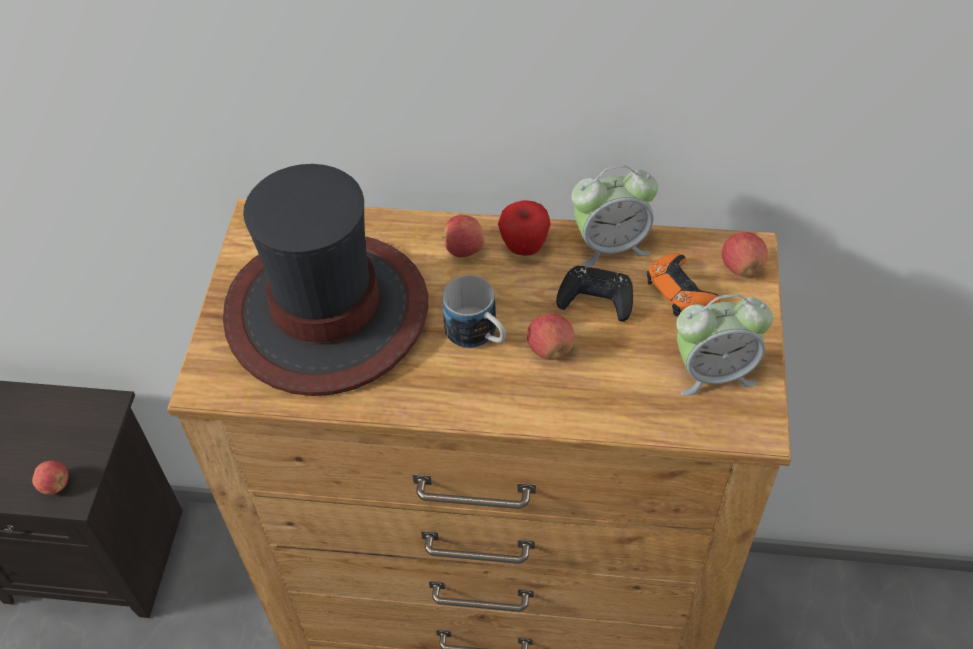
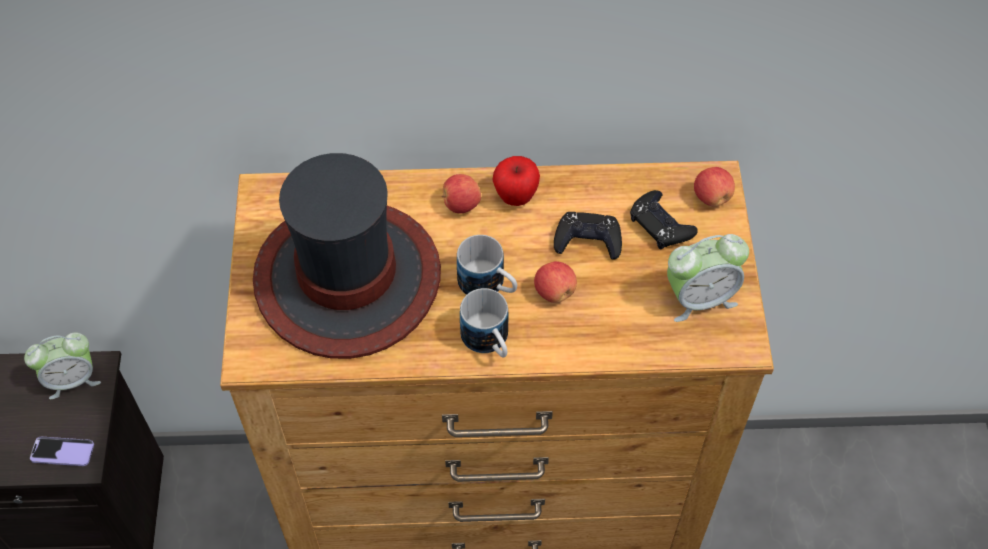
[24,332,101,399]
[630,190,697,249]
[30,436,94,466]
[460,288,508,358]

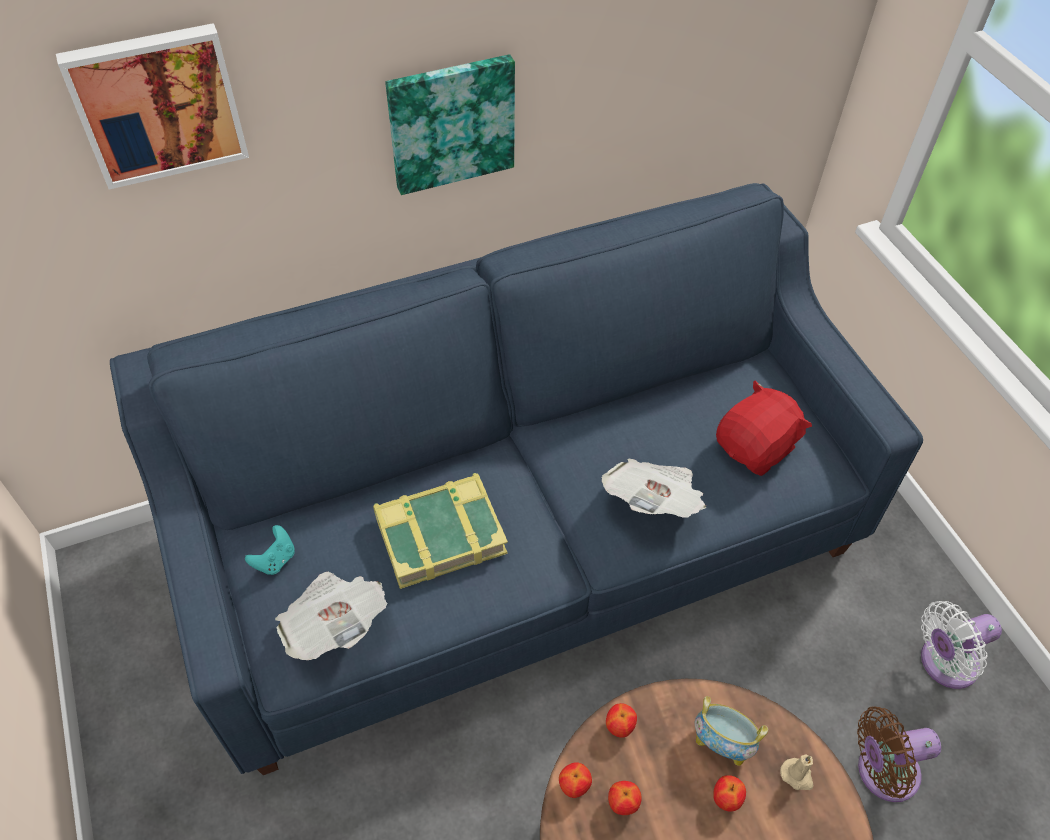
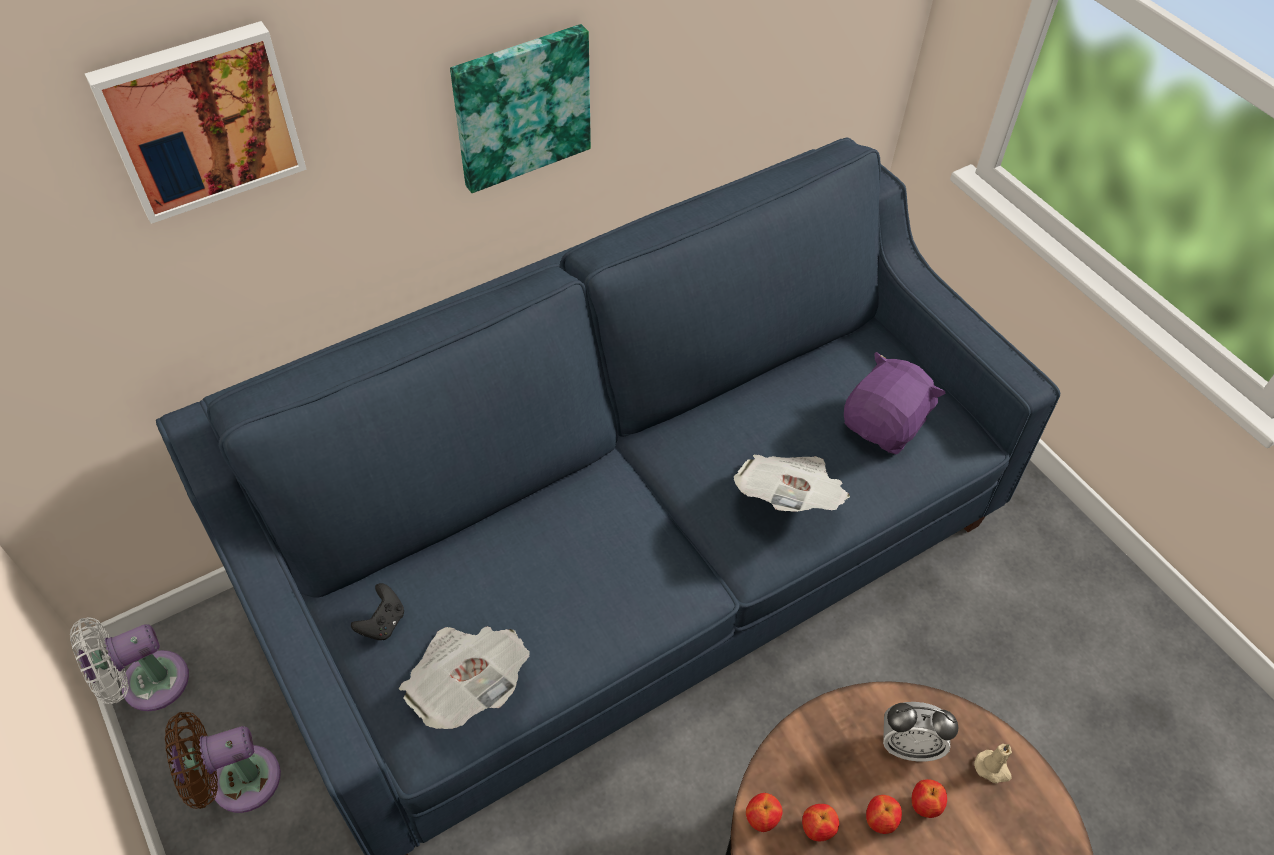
[844,352,946,454]
[373,473,508,589] (first image)
[351,583,404,640]
[70,617,189,711]
[883,702,958,762]
[866,795,902,834]
[165,712,281,813]

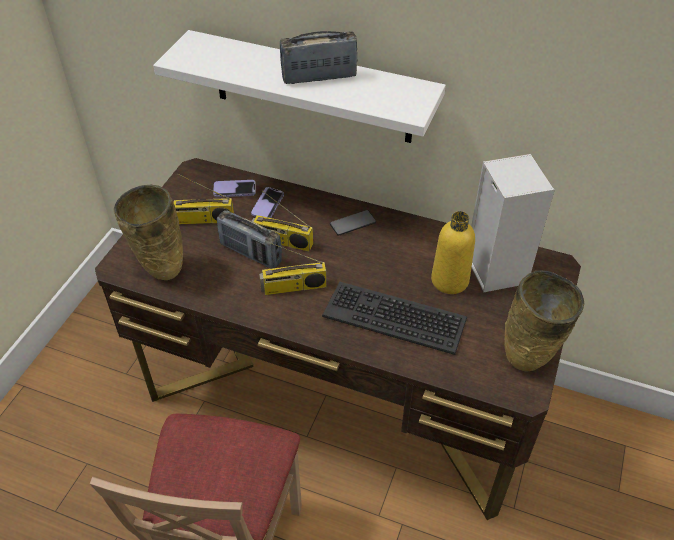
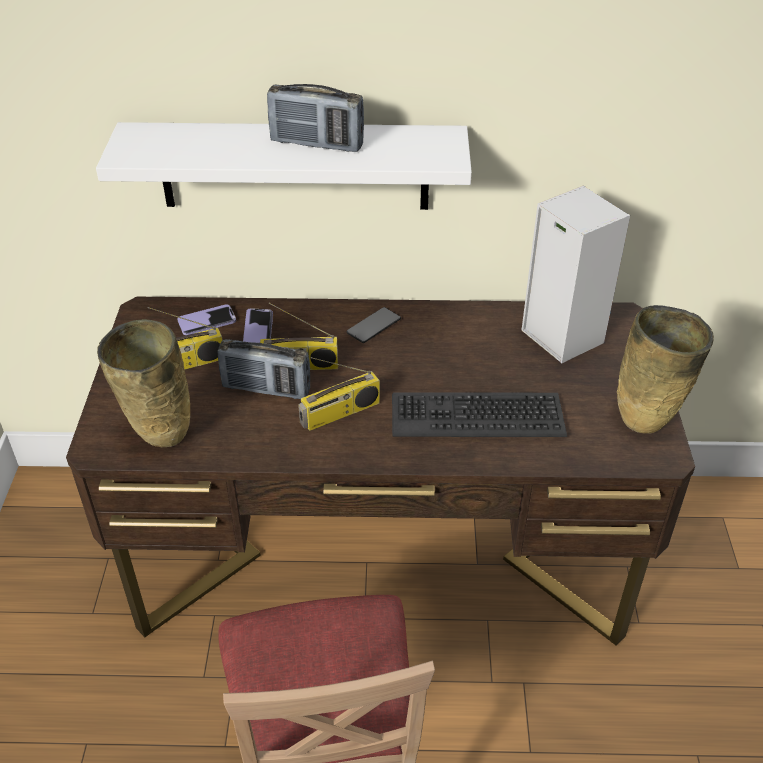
[267,84,364,152]
[431,211,475,294] (first image)

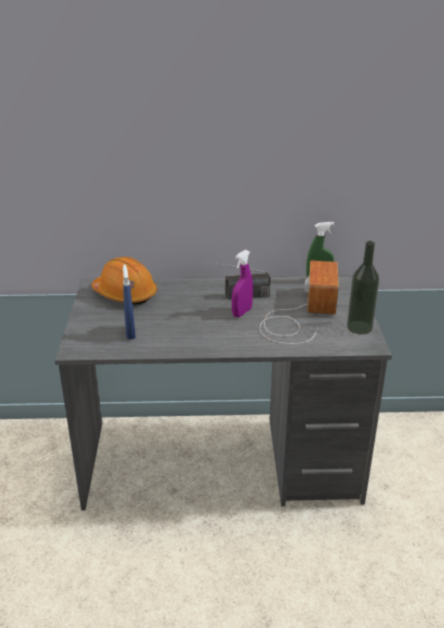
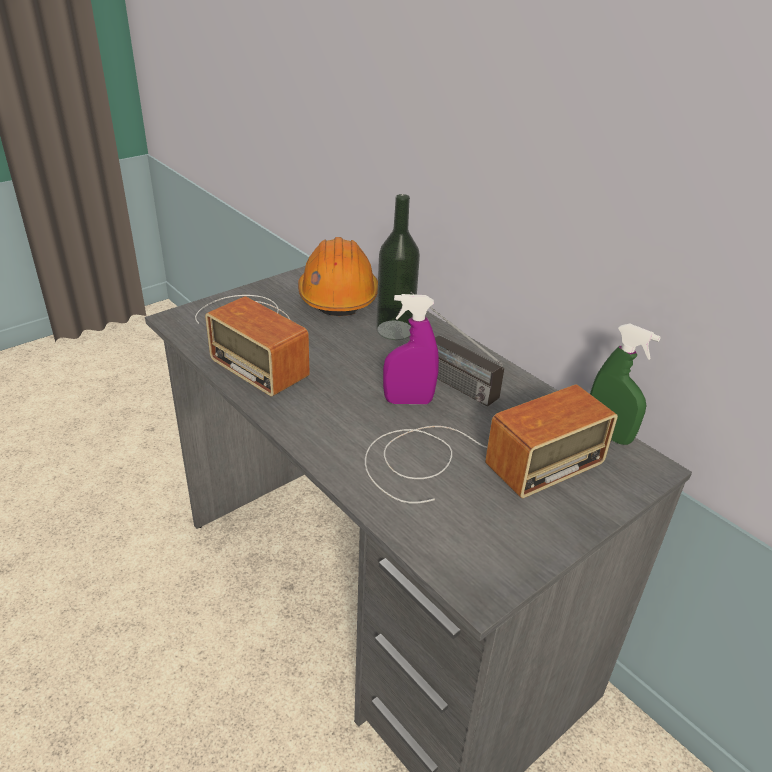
[376,194,420,340]
[195,295,310,396]

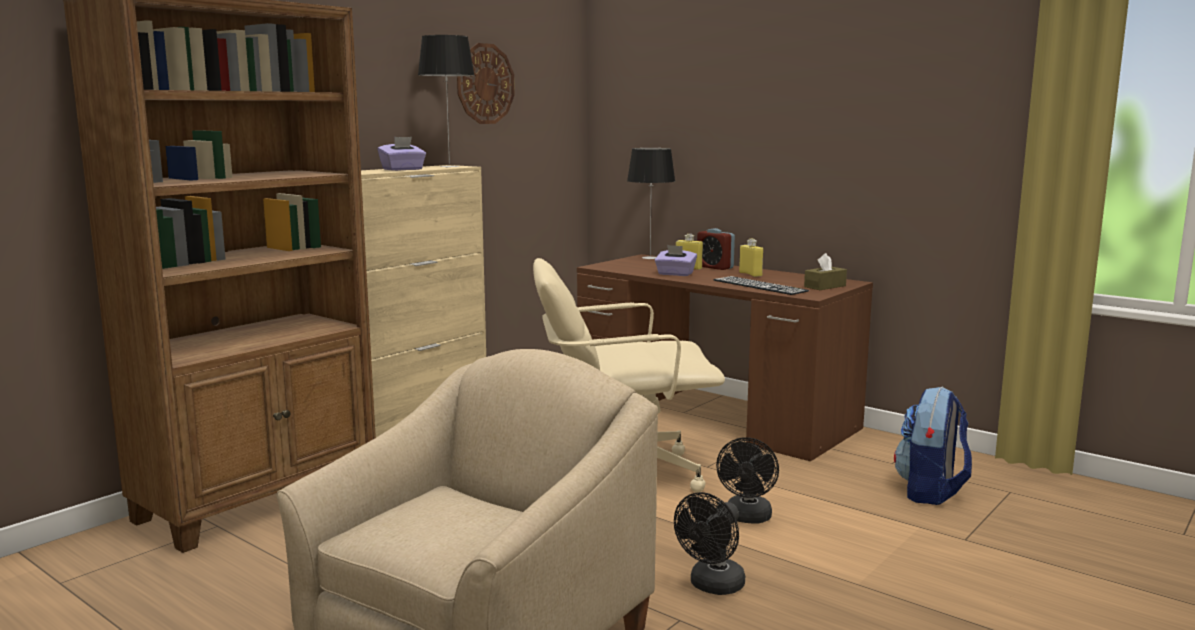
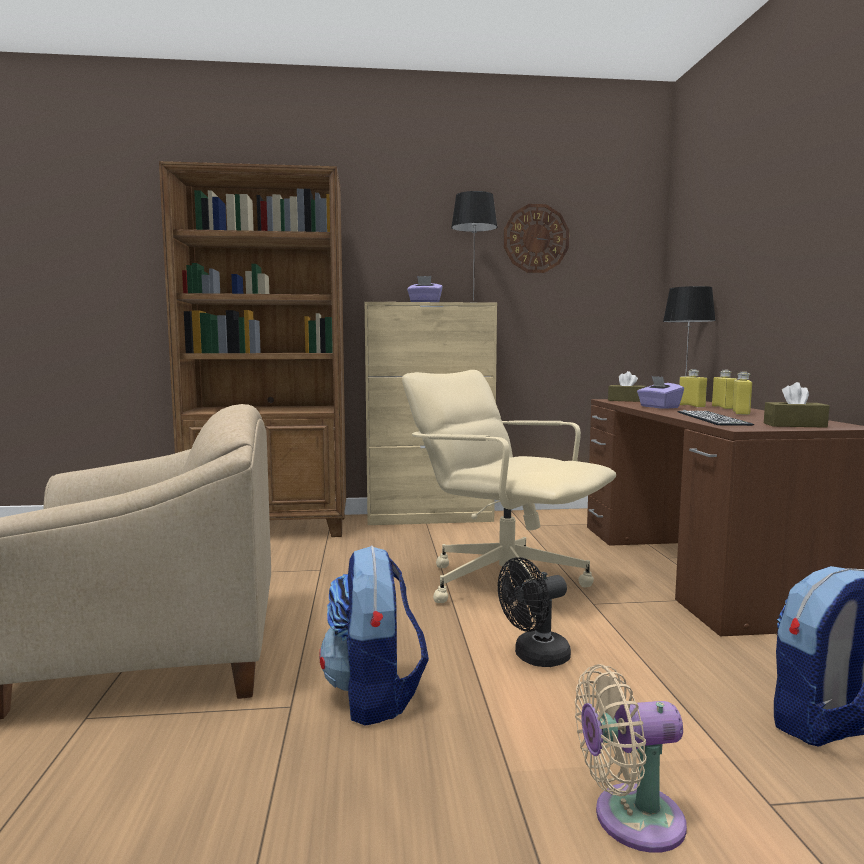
[712,370,737,409]
[319,546,429,726]
[608,371,646,402]
[575,664,687,853]

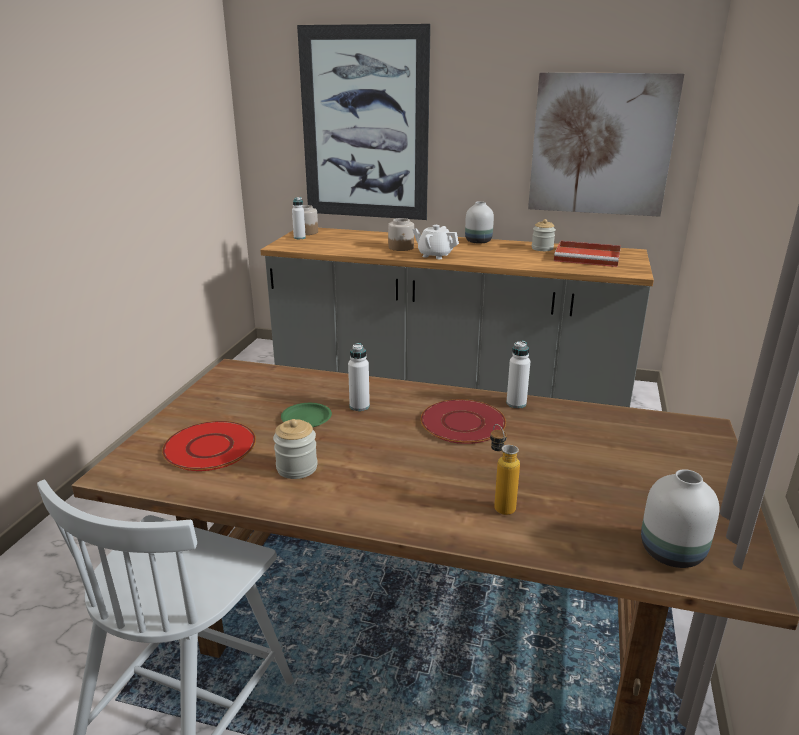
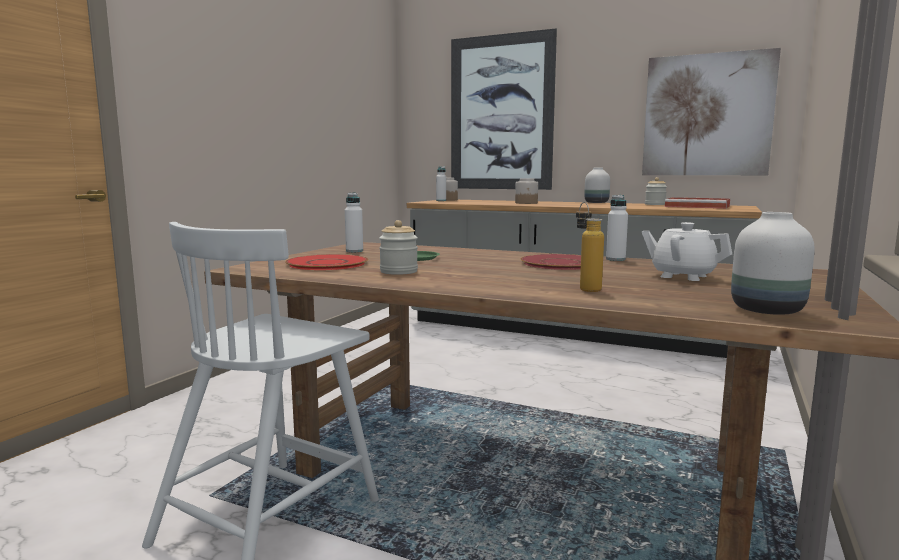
[642,222,732,281]
[345,193,363,252]

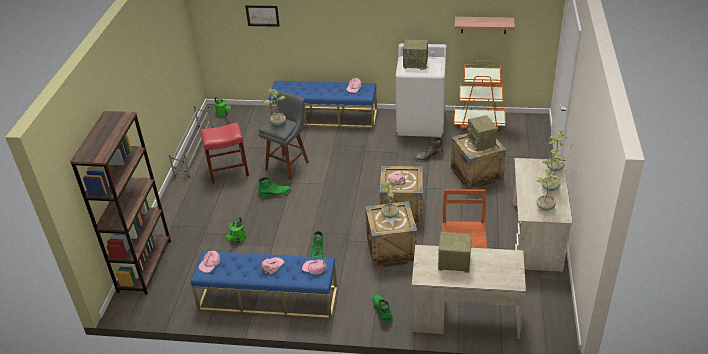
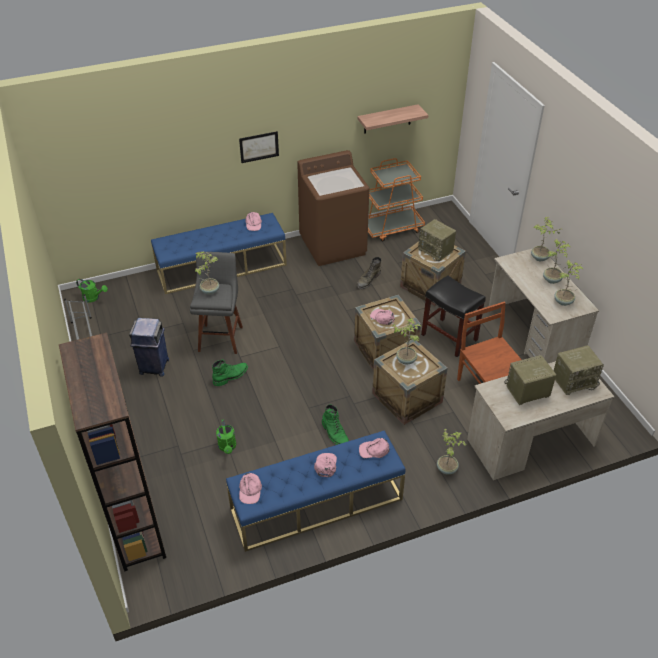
[239,131,279,163]
[553,345,604,395]
[297,150,369,266]
[129,318,169,377]
[437,429,467,475]
[421,275,486,357]

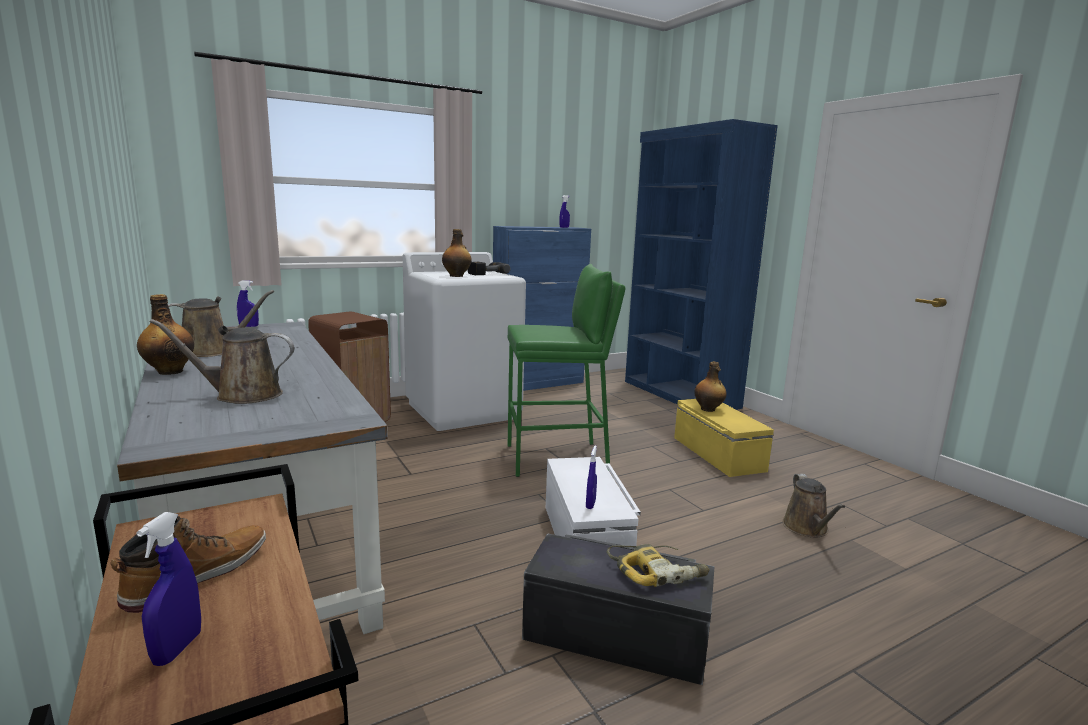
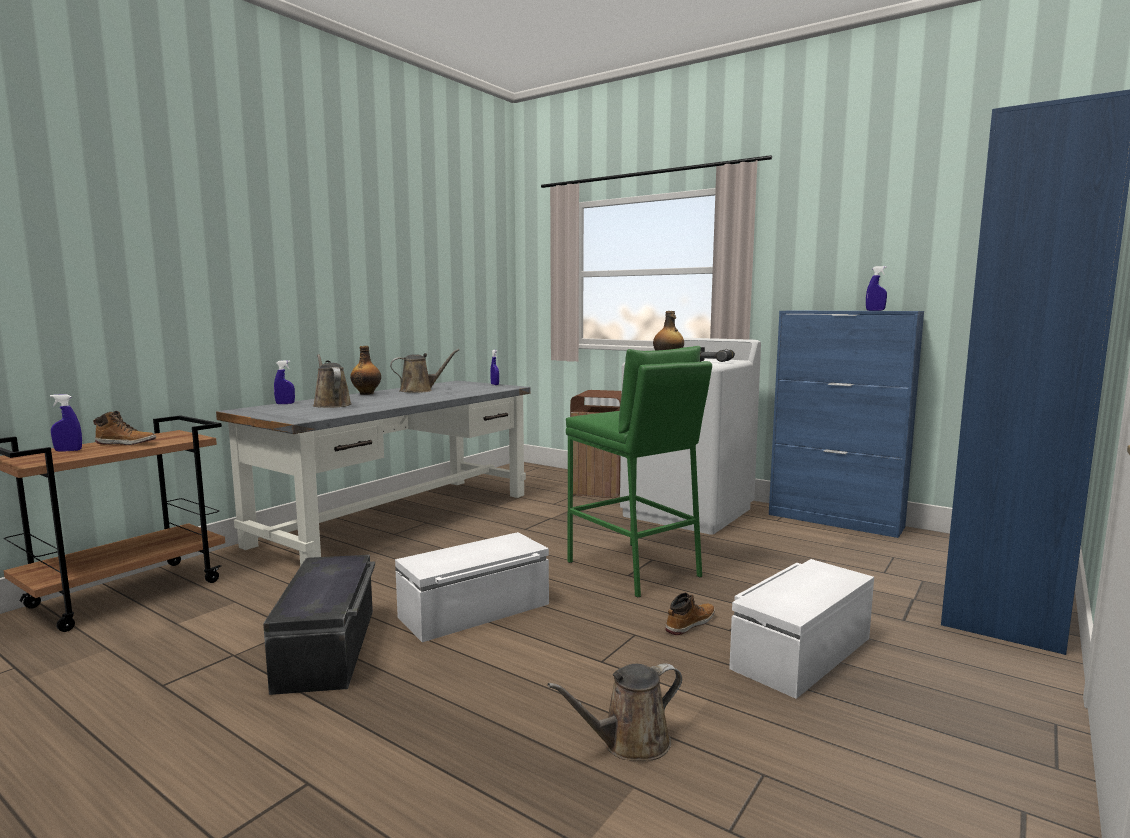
[390,349,459,393]
[694,362,727,412] (first image)
[729,559,874,699]
[274,360,295,404]
[607,544,710,587] (first image)
[665,593,715,635]

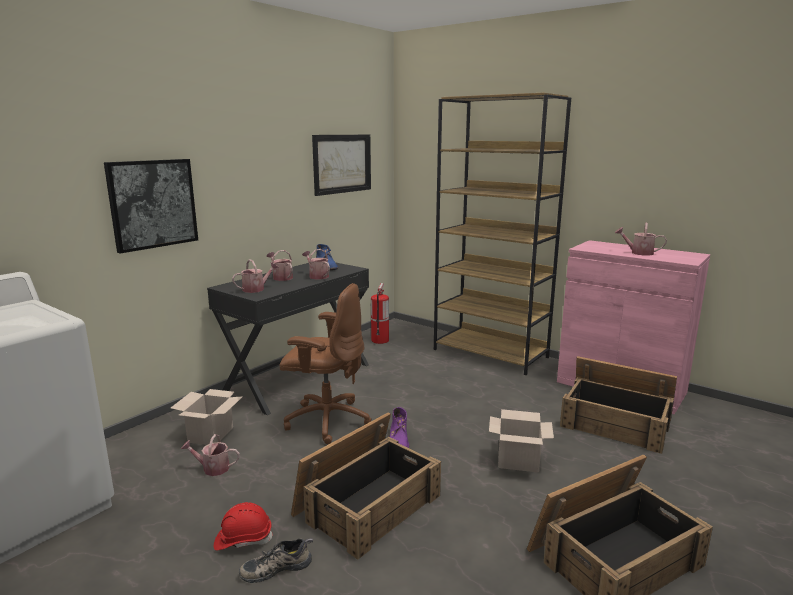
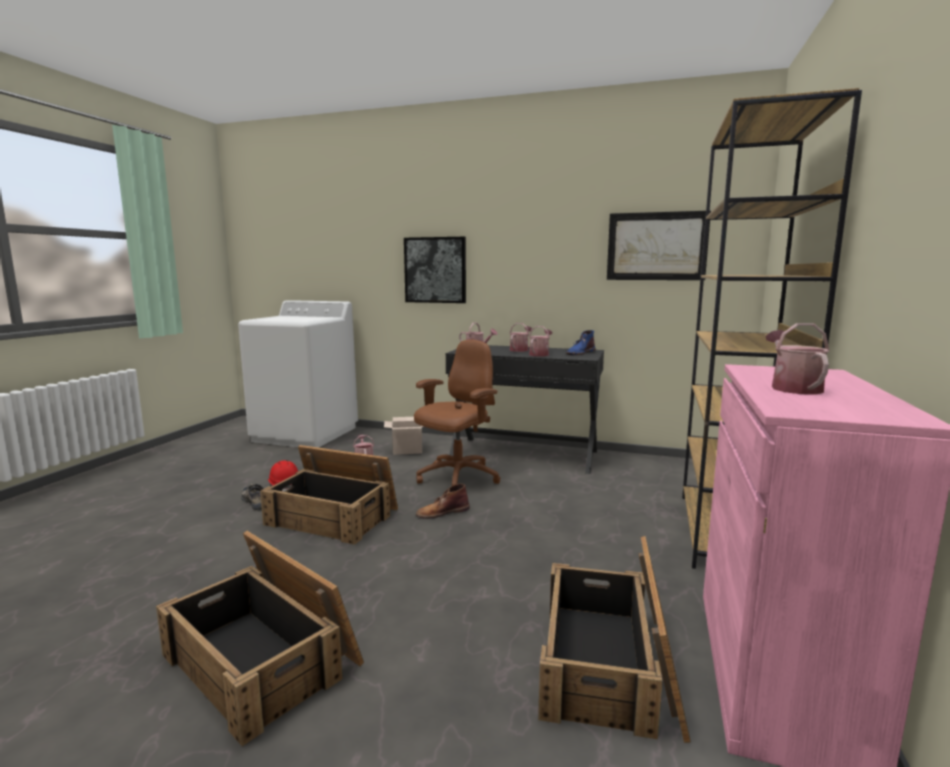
[414,340,501,486]
[371,283,389,344] (first image)
[416,484,469,519]
[489,409,554,473] (first image)

